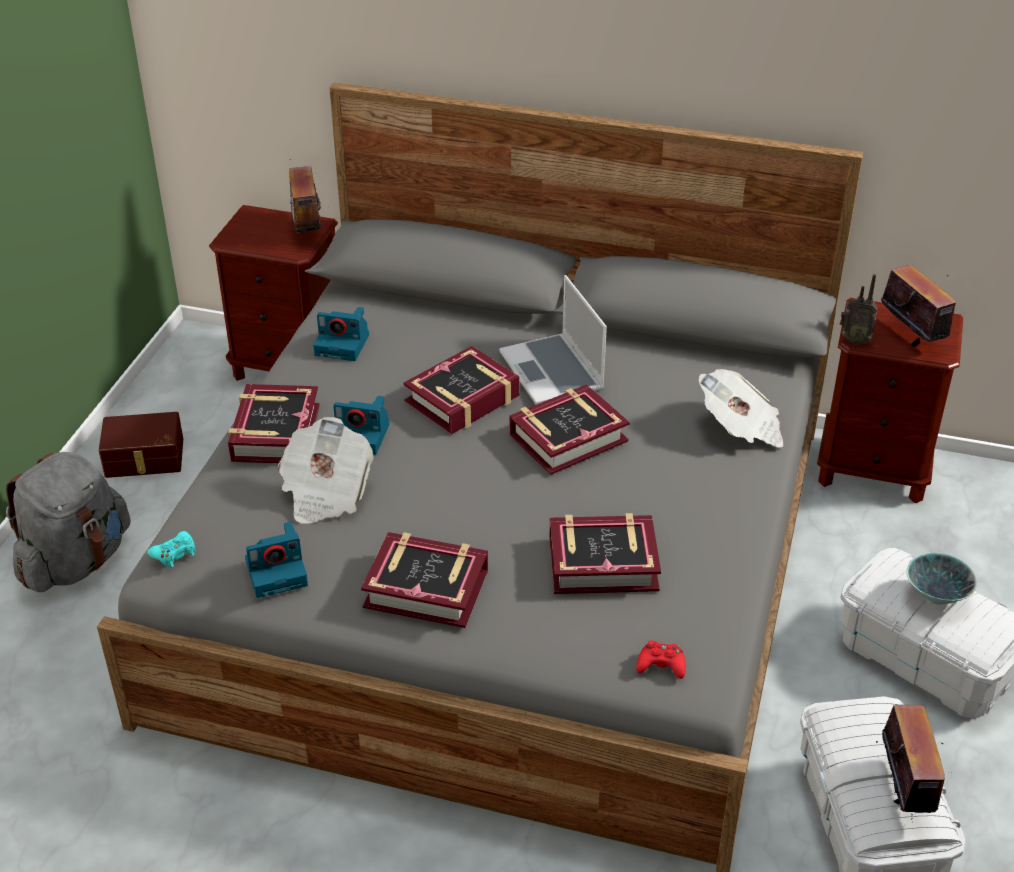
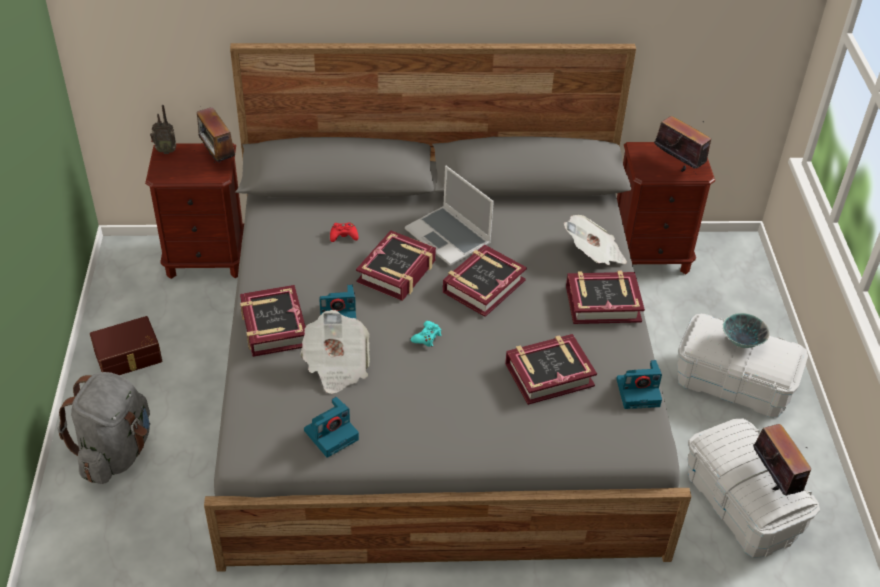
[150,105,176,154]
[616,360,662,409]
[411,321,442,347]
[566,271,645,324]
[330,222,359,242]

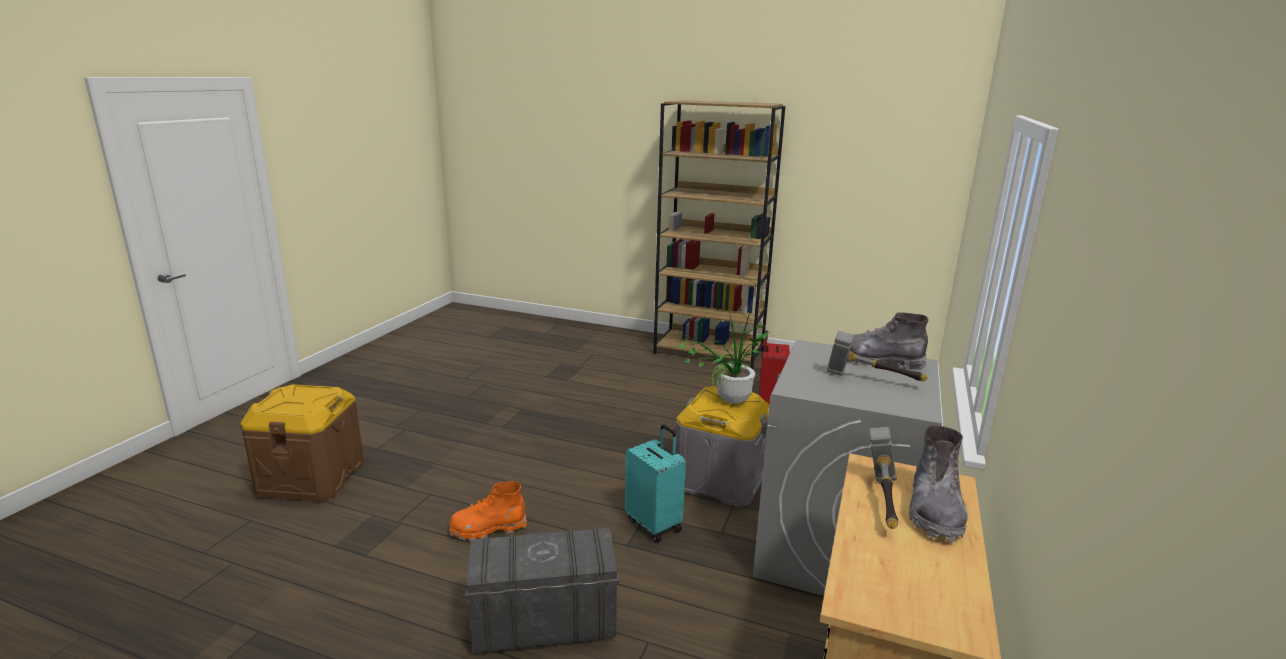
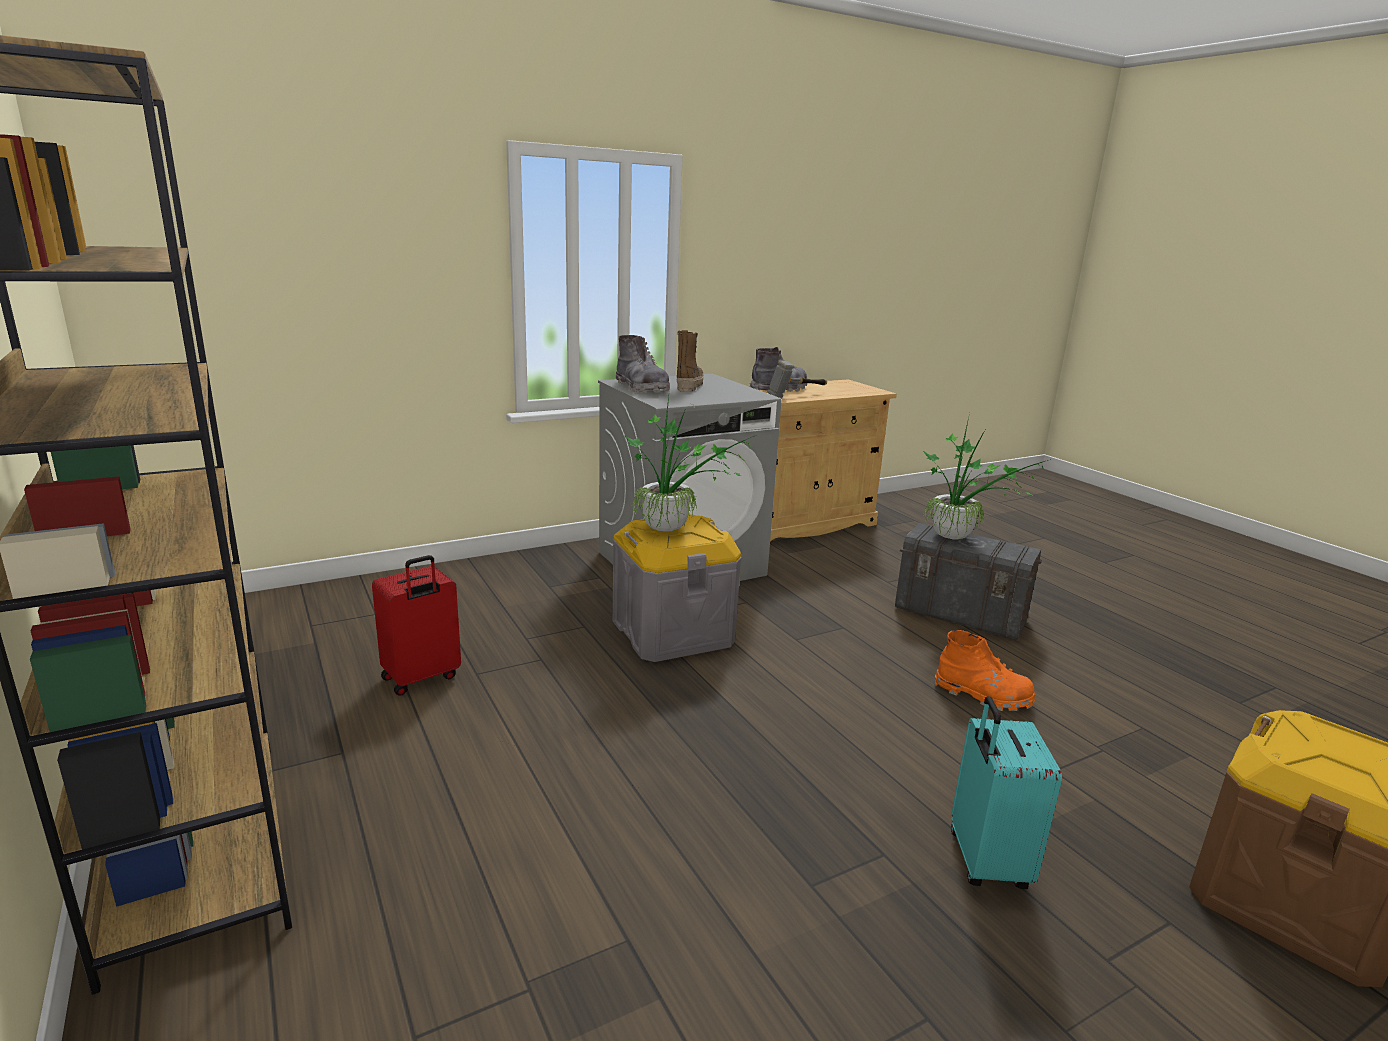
[676,330,703,392]
[951,696,1062,889]
[923,413,1051,539]

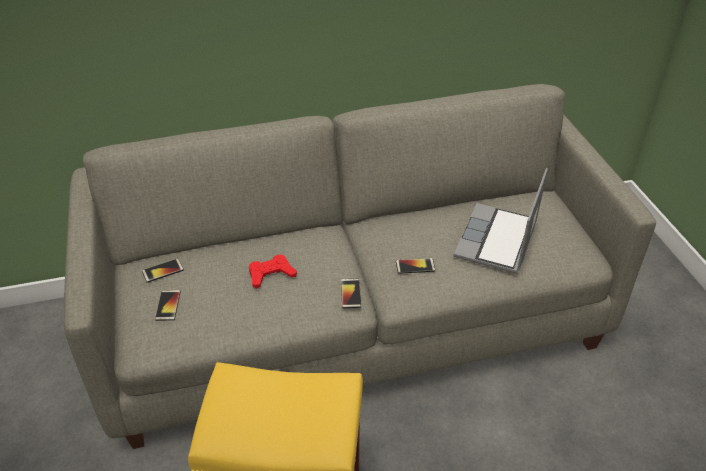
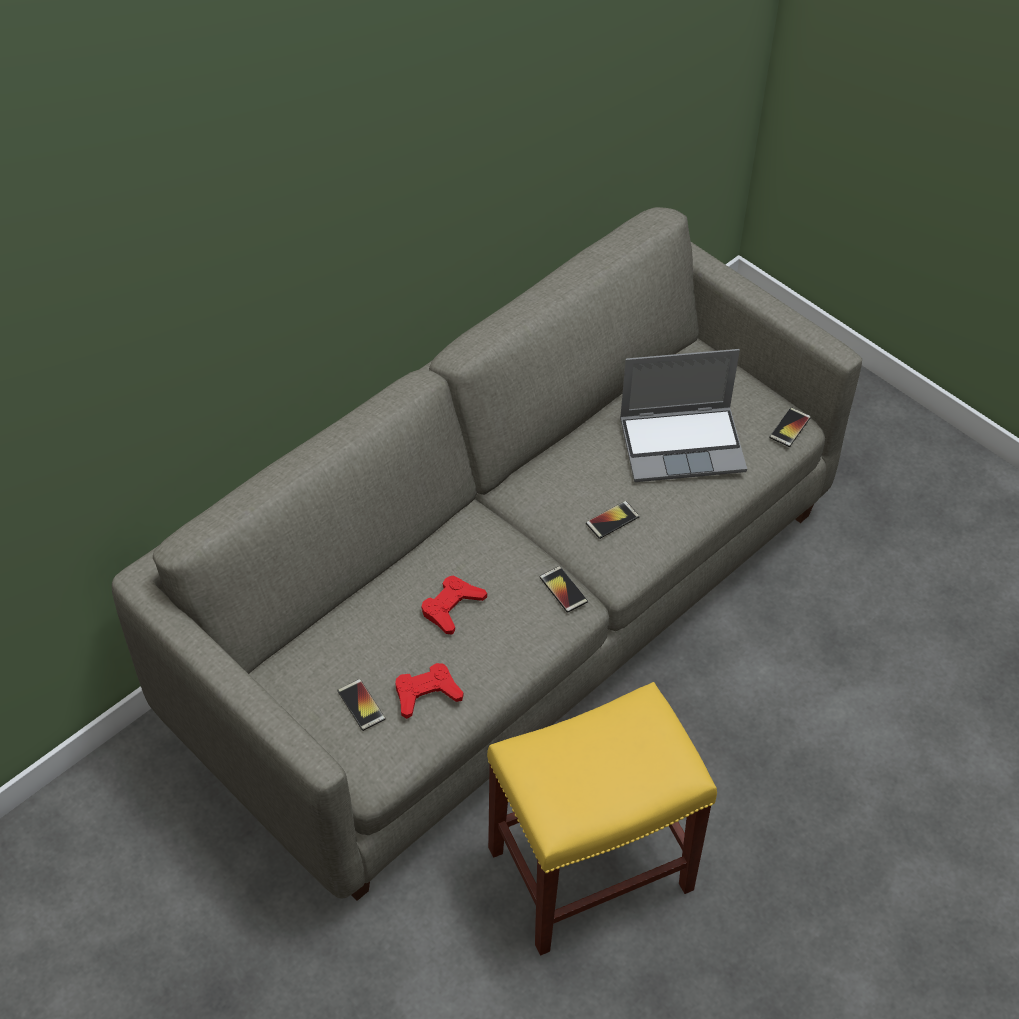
[620,349,747,482]
[769,407,811,447]
[396,663,464,719]

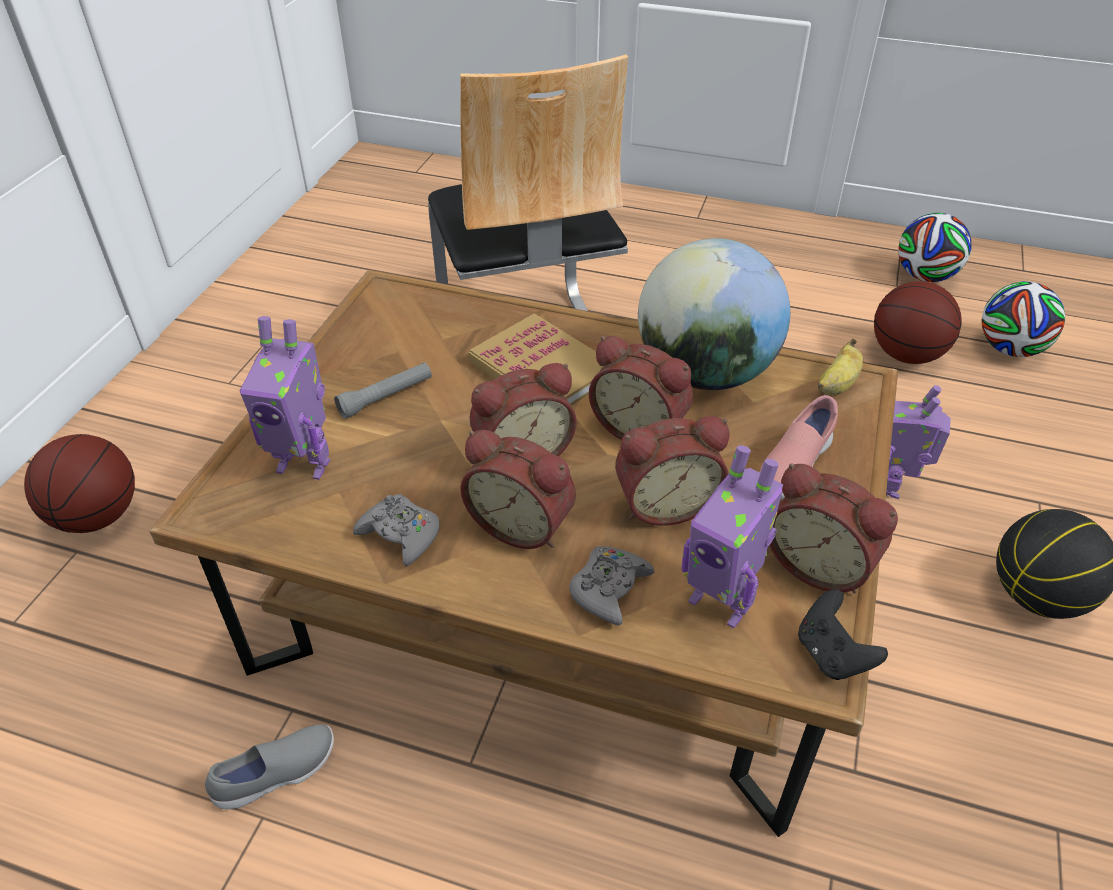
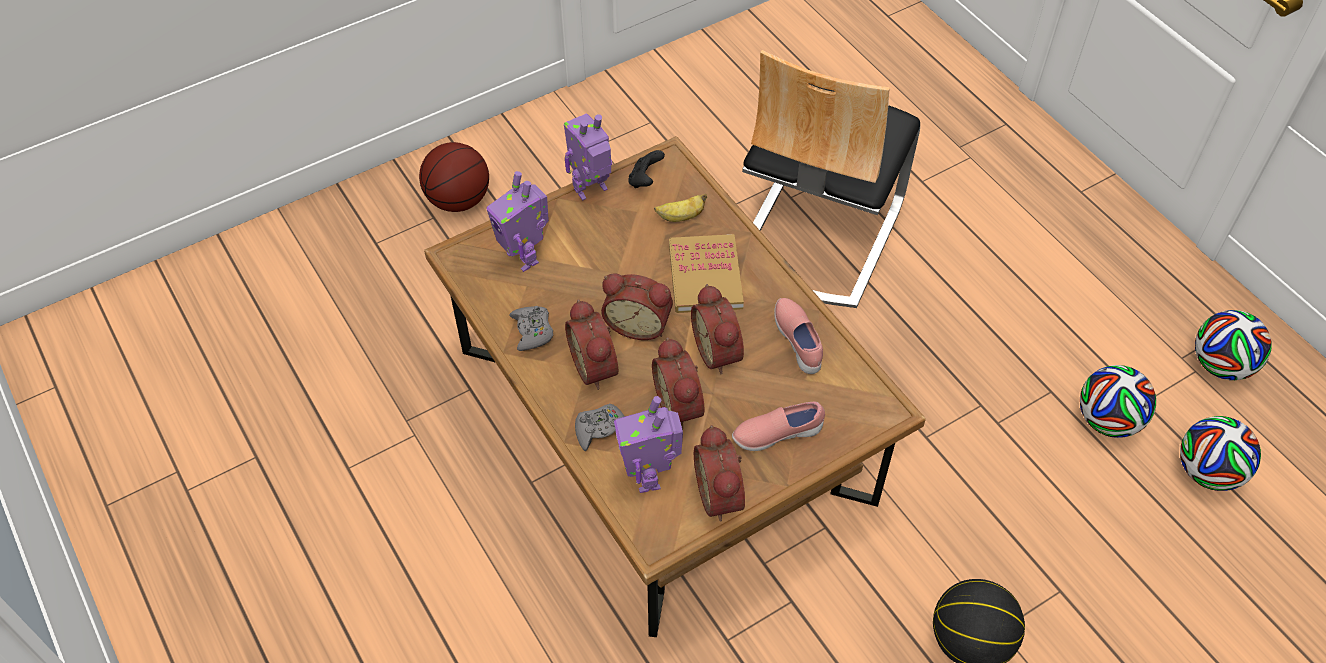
[774,298,823,374]
[1080,365,1156,438]
[654,194,707,222]
[334,362,432,419] (first image)
[564,114,612,200]
[652,337,704,430]
[628,150,665,188]
[205,724,334,809] (first image)

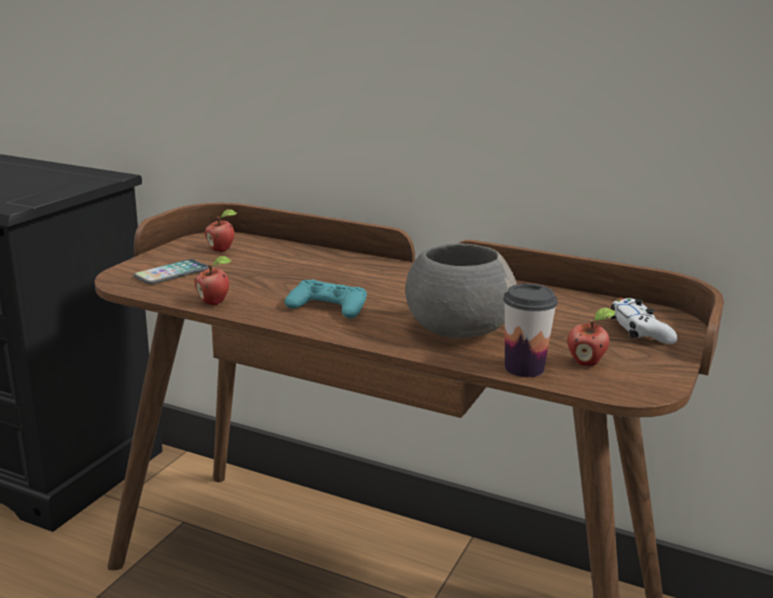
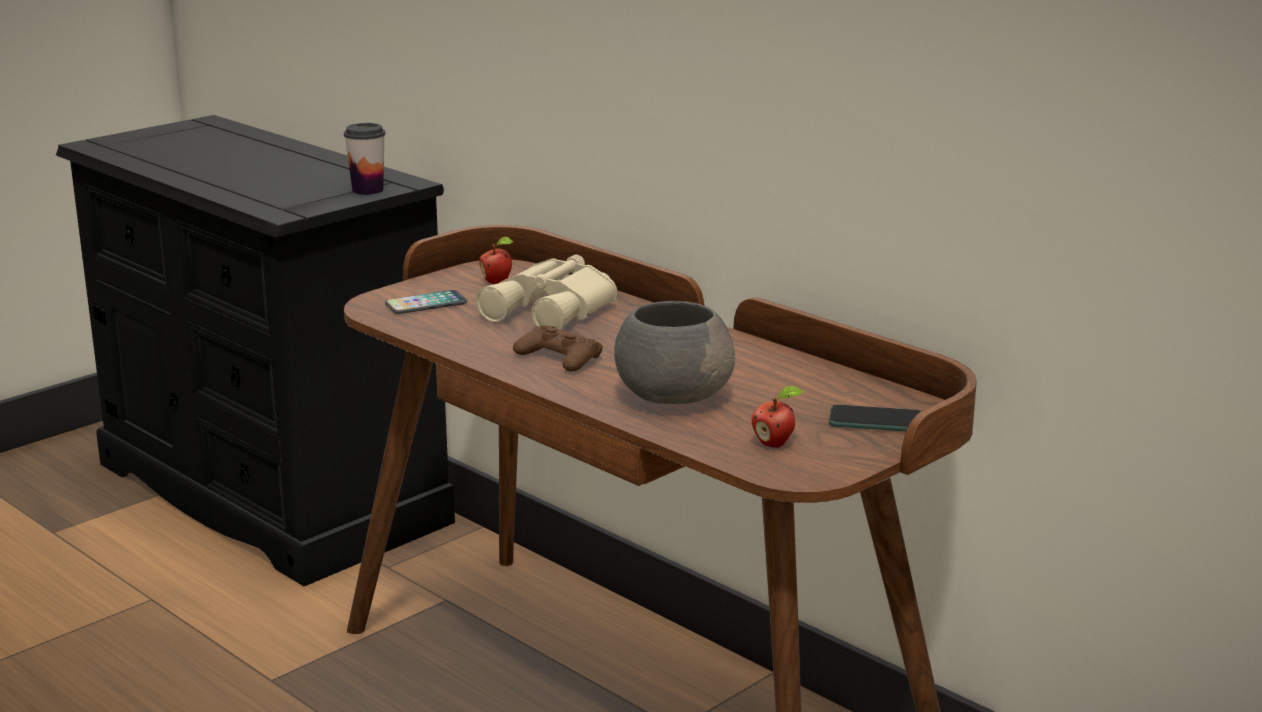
[194,256,232,305] (first image)
[513,325,603,372]
[344,123,385,195]
[829,405,921,431]
[476,255,617,330]

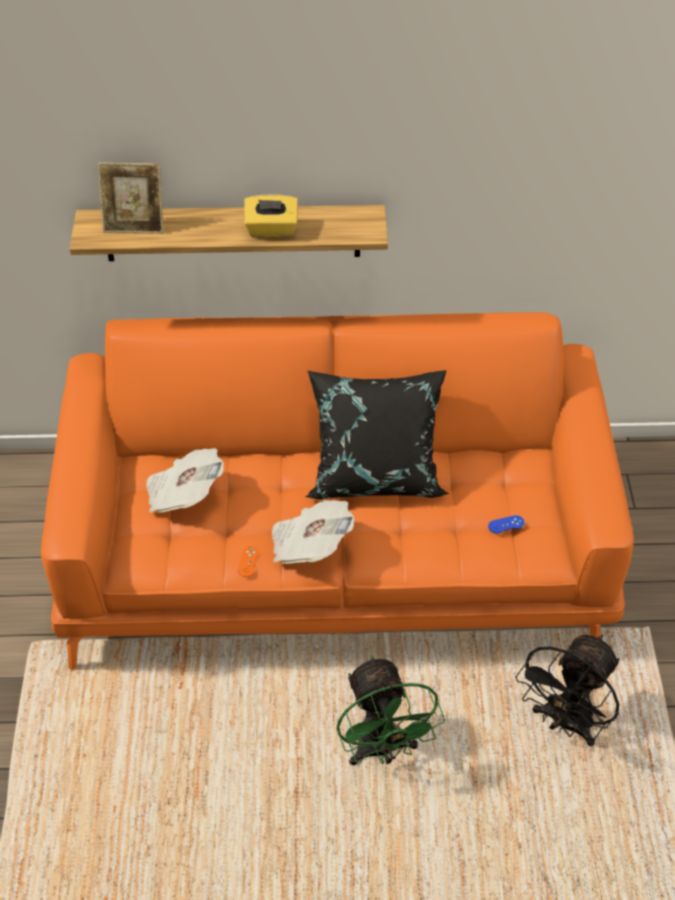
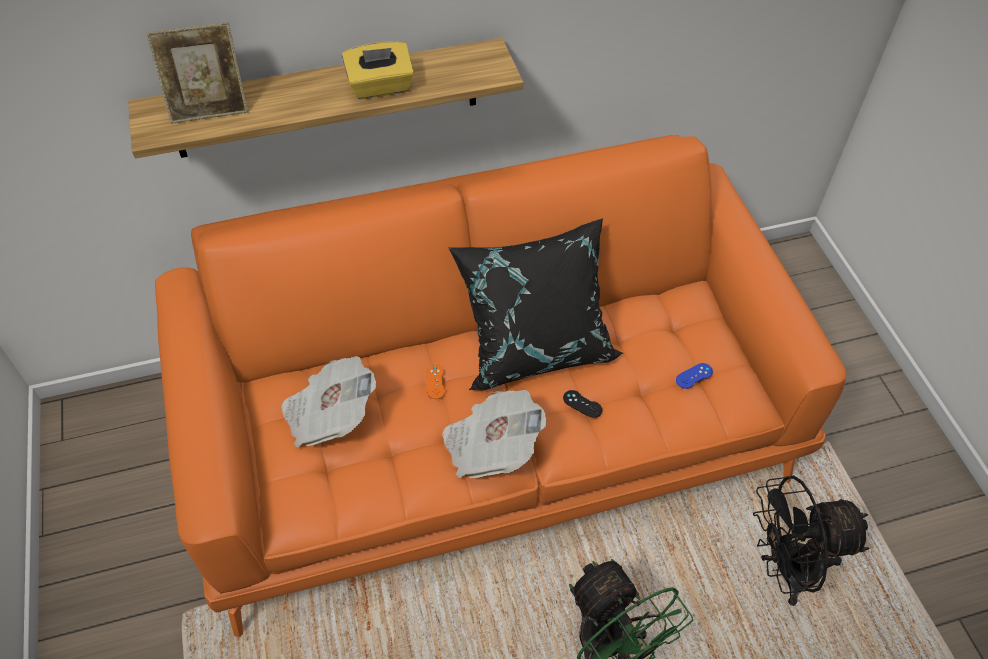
[426,364,446,399]
[753,476,869,606]
[563,390,602,418]

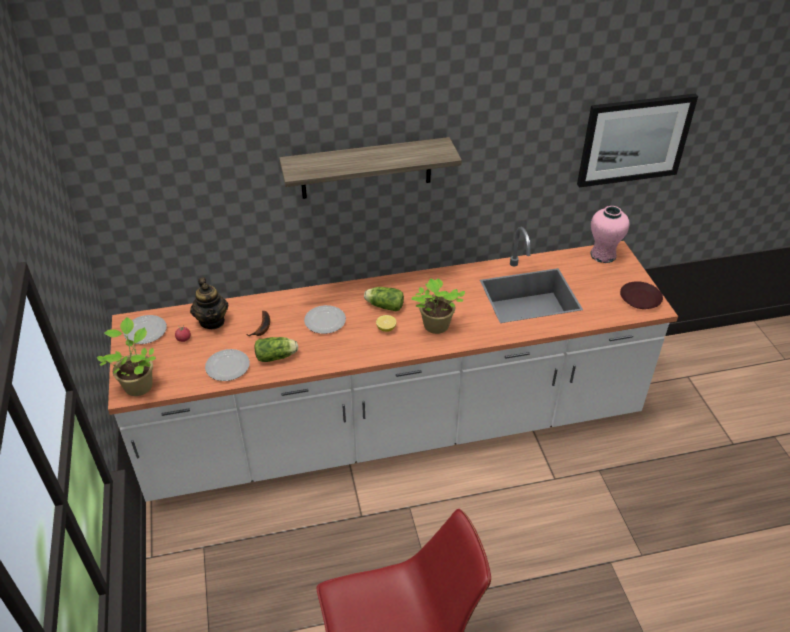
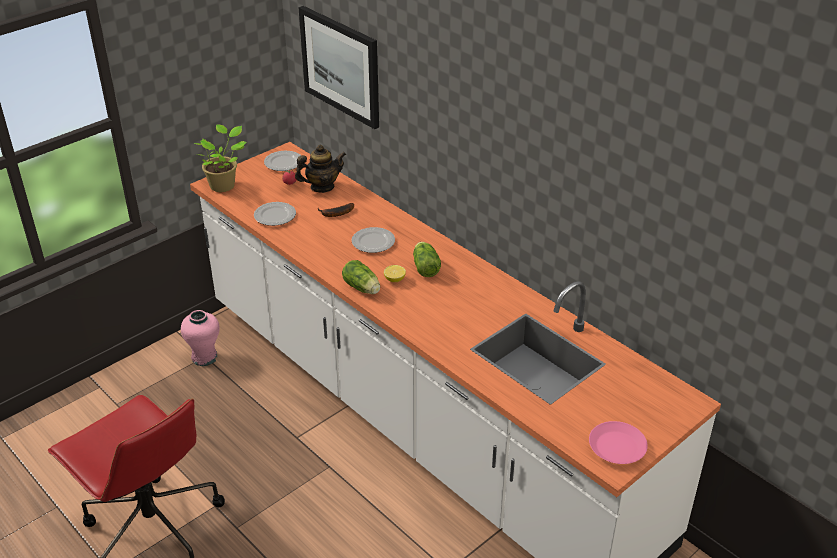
[298,6,379,129]
[279,137,462,199] (first image)
[181,310,220,366]
[295,145,346,193]
[411,278,465,334] (first image)
[589,421,648,464]
[342,260,380,294]

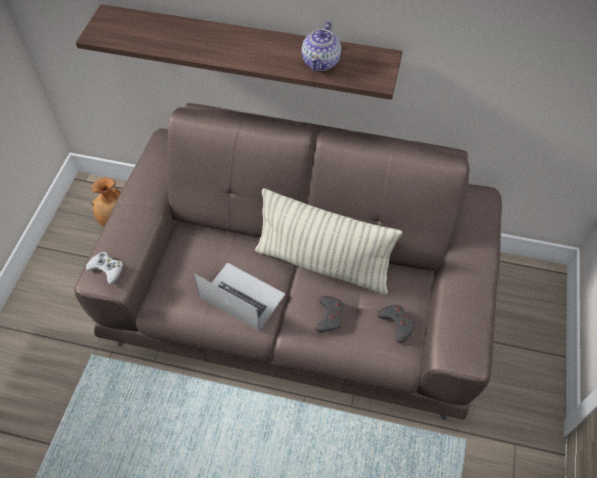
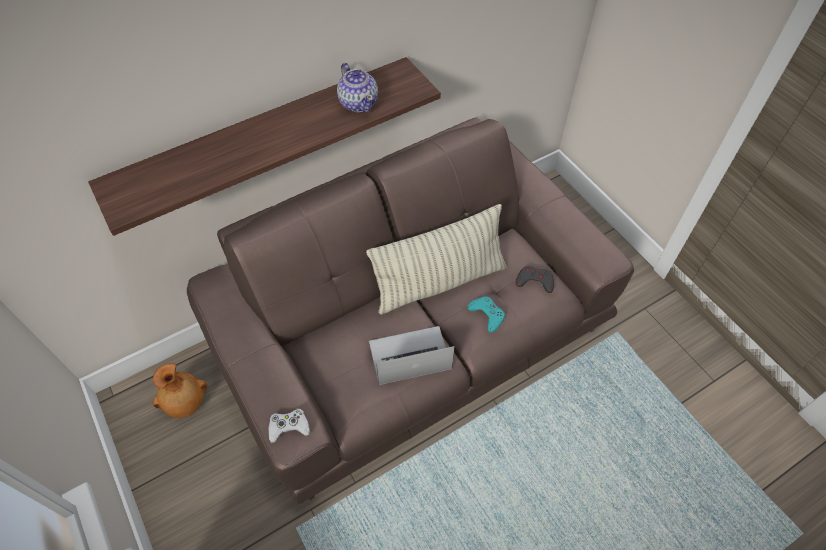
[467,296,505,333]

